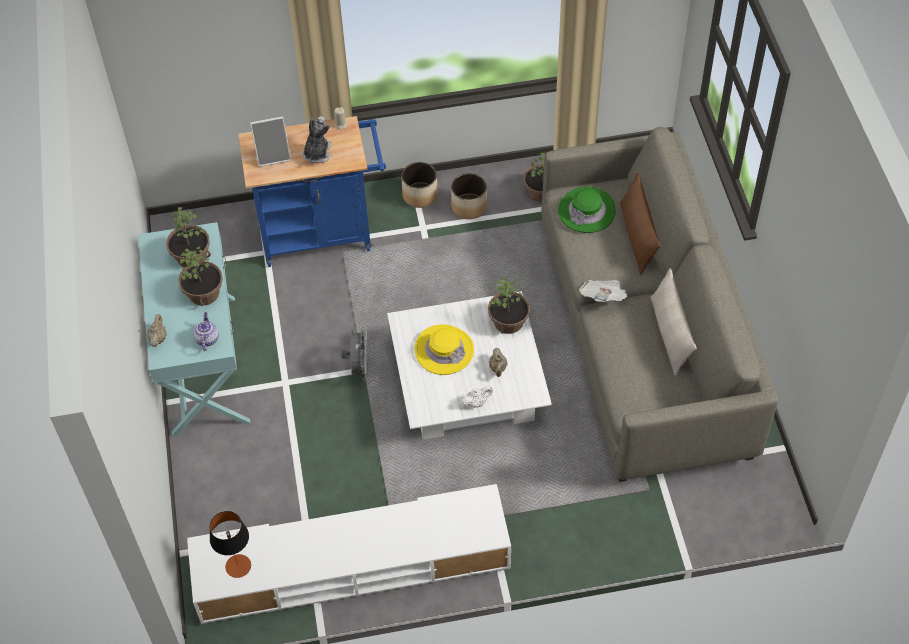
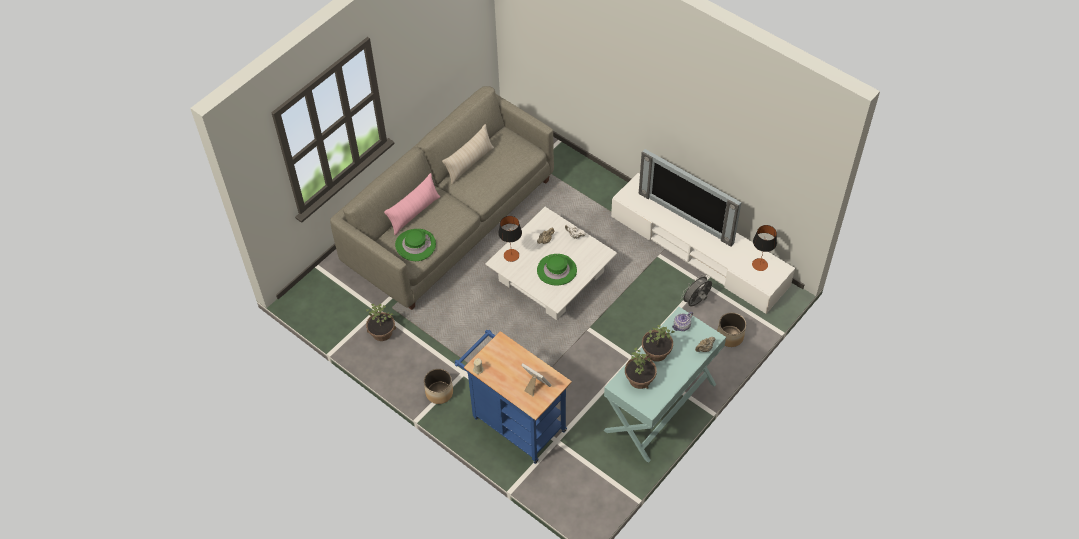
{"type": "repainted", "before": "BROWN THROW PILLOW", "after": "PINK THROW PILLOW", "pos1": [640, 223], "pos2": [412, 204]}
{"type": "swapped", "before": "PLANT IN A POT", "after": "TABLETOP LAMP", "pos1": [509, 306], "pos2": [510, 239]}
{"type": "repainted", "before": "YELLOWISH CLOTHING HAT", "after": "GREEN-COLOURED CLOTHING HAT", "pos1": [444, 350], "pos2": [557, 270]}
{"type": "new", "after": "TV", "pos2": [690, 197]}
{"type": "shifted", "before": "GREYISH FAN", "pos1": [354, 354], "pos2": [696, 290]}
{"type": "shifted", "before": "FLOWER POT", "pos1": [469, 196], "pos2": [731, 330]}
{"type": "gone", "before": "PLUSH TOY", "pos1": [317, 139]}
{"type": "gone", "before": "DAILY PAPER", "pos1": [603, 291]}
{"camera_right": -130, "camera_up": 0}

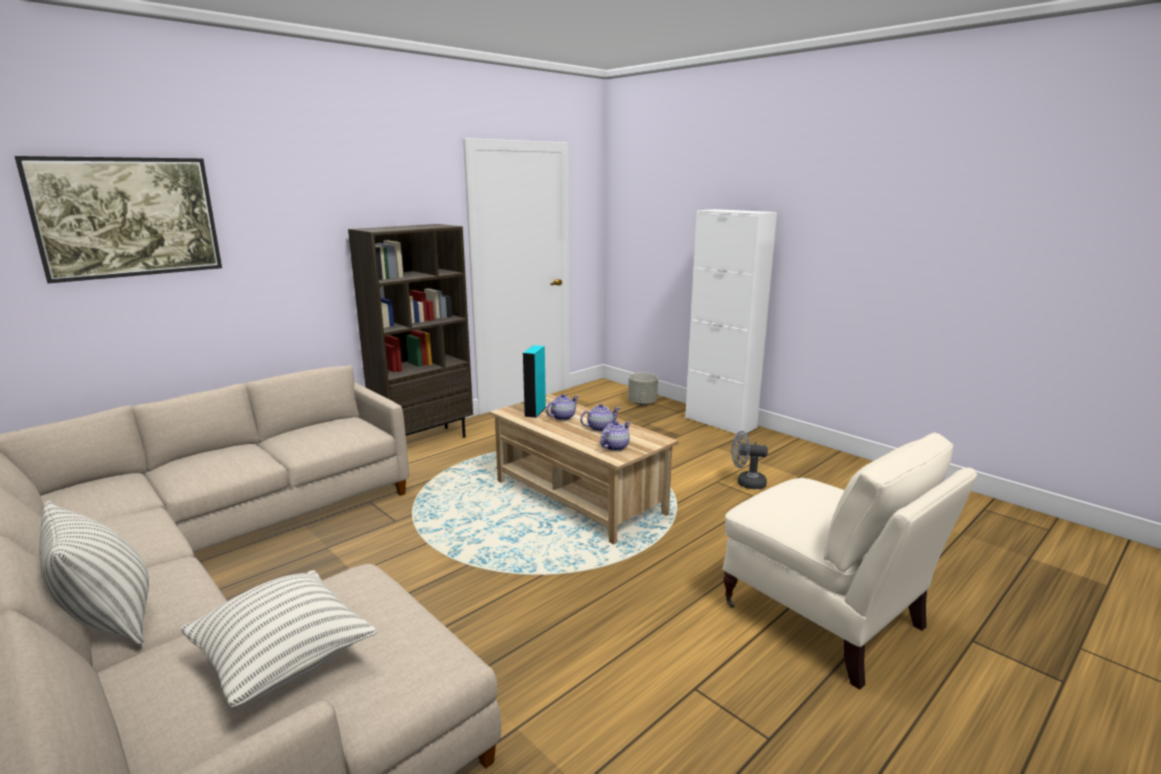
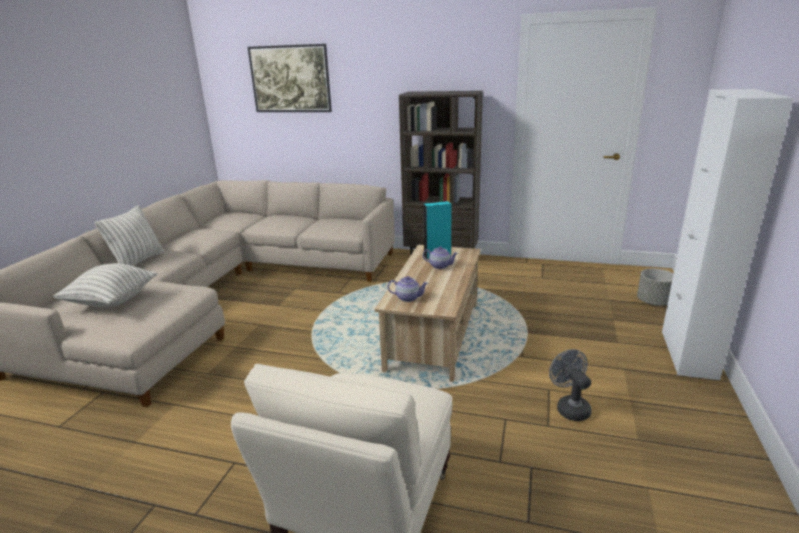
{"type": "gone", "before": "TEA POT", "pos1": [600, 418]}
{"camera_right": 60, "camera_up": 5}

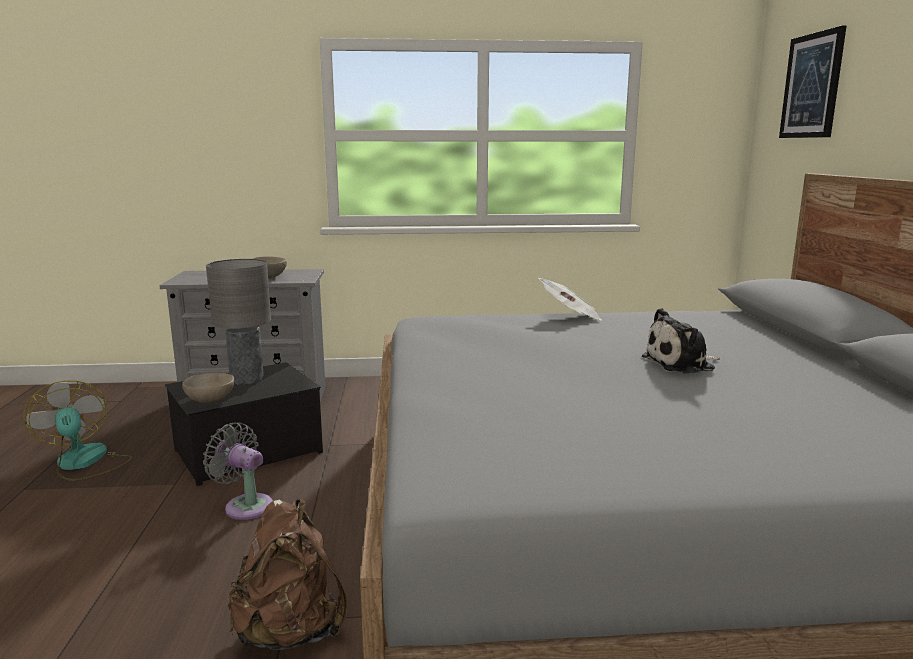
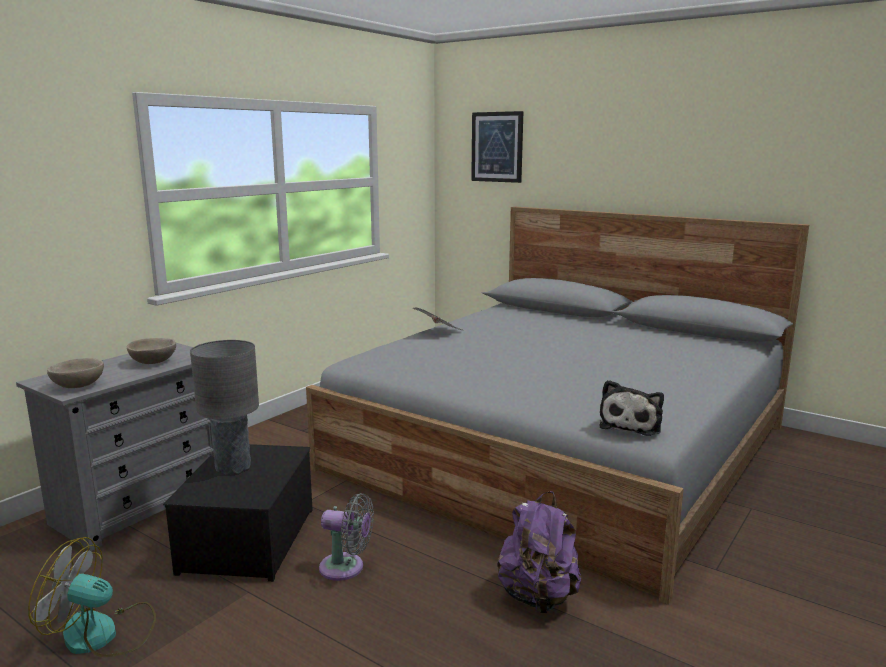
{"type": "shifted", "before": "BEIGE-COLOURED BOWL", "pos1": [208, 388], "pos2": [75, 373]}
{"type": "rotated", "before": "GREYISH FAN", "pos1": [238, 471], "pos2": [346, 537], "turn": -150}
{"type": "repainted", "before": "BROWN BACKPACK", "after": "PURPLE-COLOURED BACKPACK", "pos1": [287, 574], "pos2": [539, 552]}
{"type": "shifted", "before": "PLUSH TOY", "pos1": [681, 341], "pos2": [632, 408]}
{"camera_right": -50, "camera_up": 0}

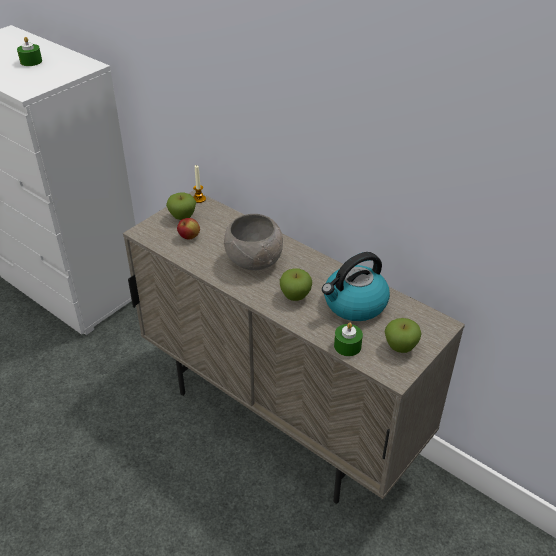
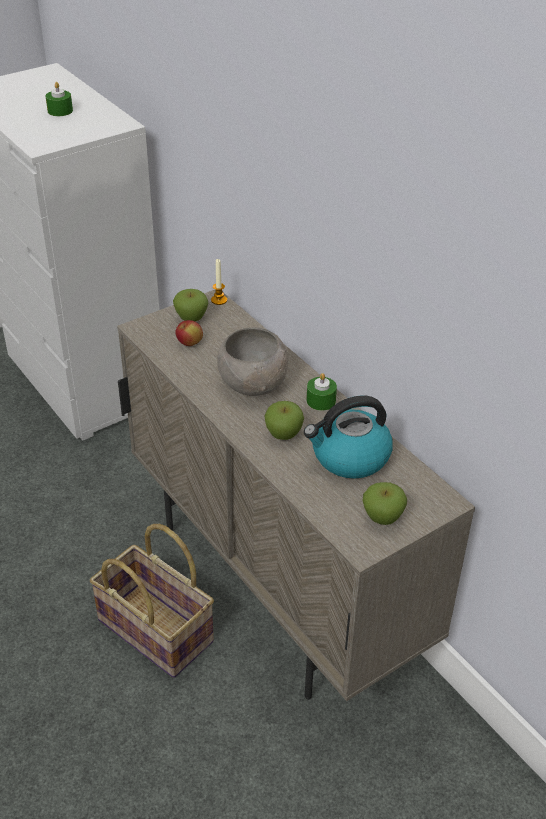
{"type": "new", "after": "HOUSEHOLD BASKET", "pos2": [152, 601]}
{"type": "shifted", "before": "GREEN-COLOURED CANDLE", "pos1": [348, 339], "pos2": [322, 392]}
{"camera_right": 15, "camera_up": 0}

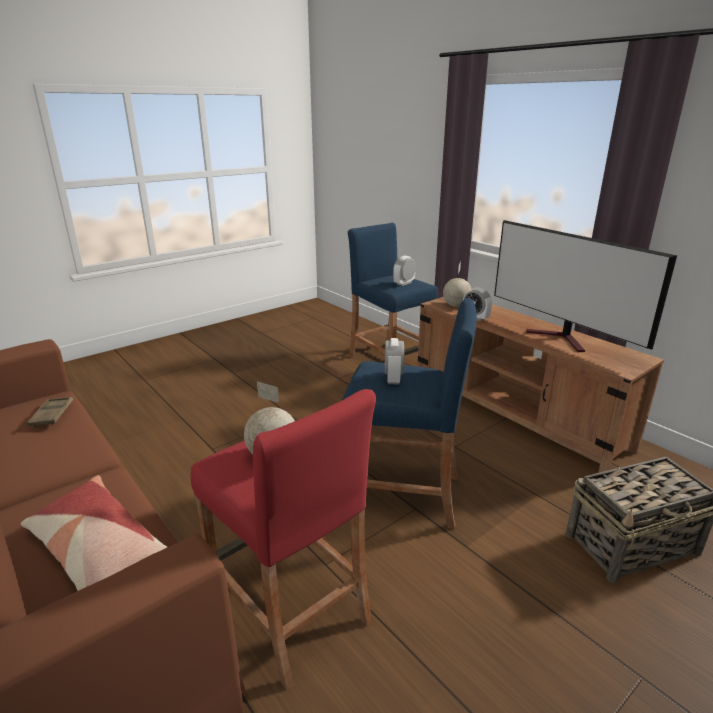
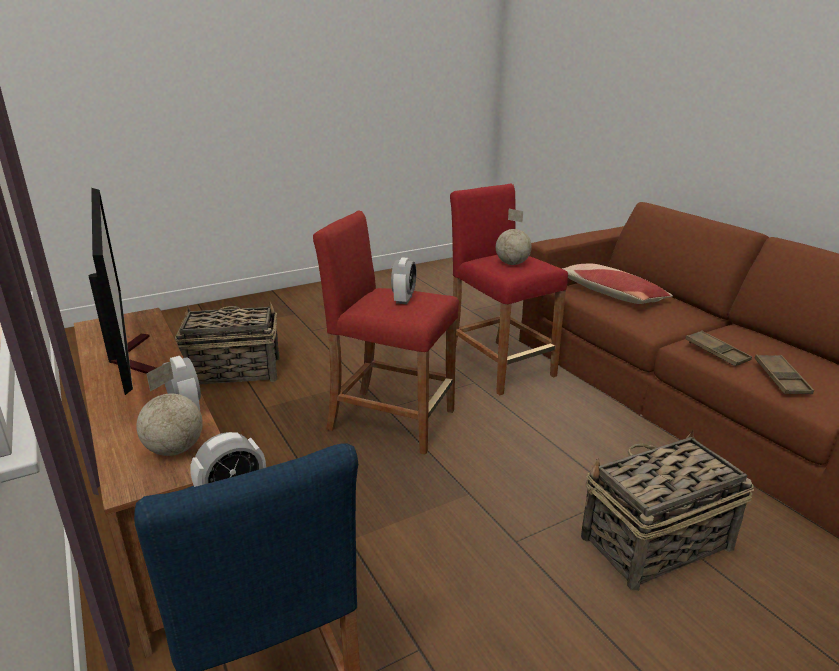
{"type": "repainted", "before": "BLUISH STOOL", "after": "RED STOOL", "pos1": [409, 413], "pos2": [386, 332]}
{"type": "new", "after": "HOUSEHOLD BASKET", "pos2": [667, 510]}
{"type": "new", "after": "BROWN SERVING TRAY", "pos2": [719, 348]}
{"camera_right": -170, "camera_up": 0}

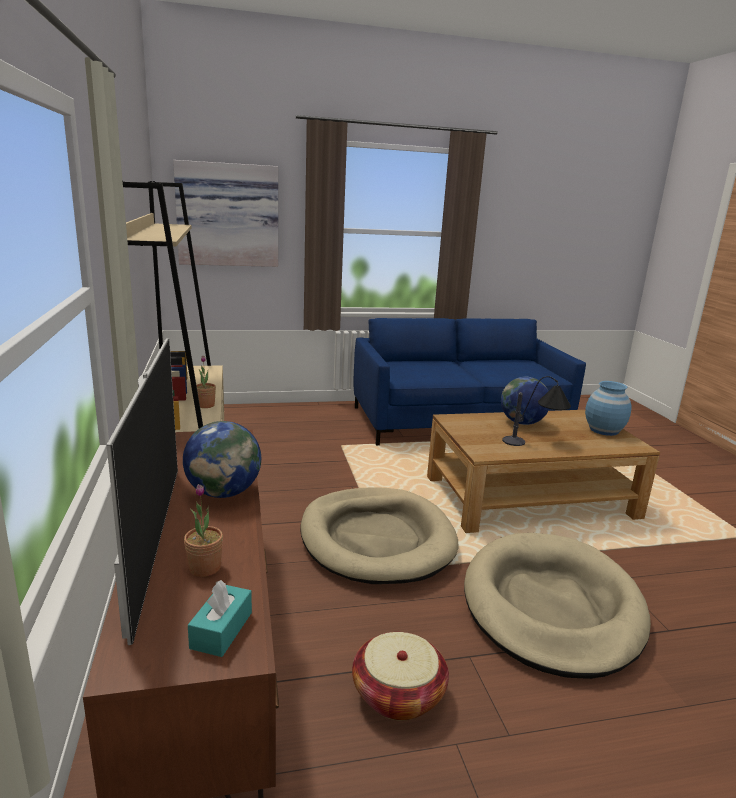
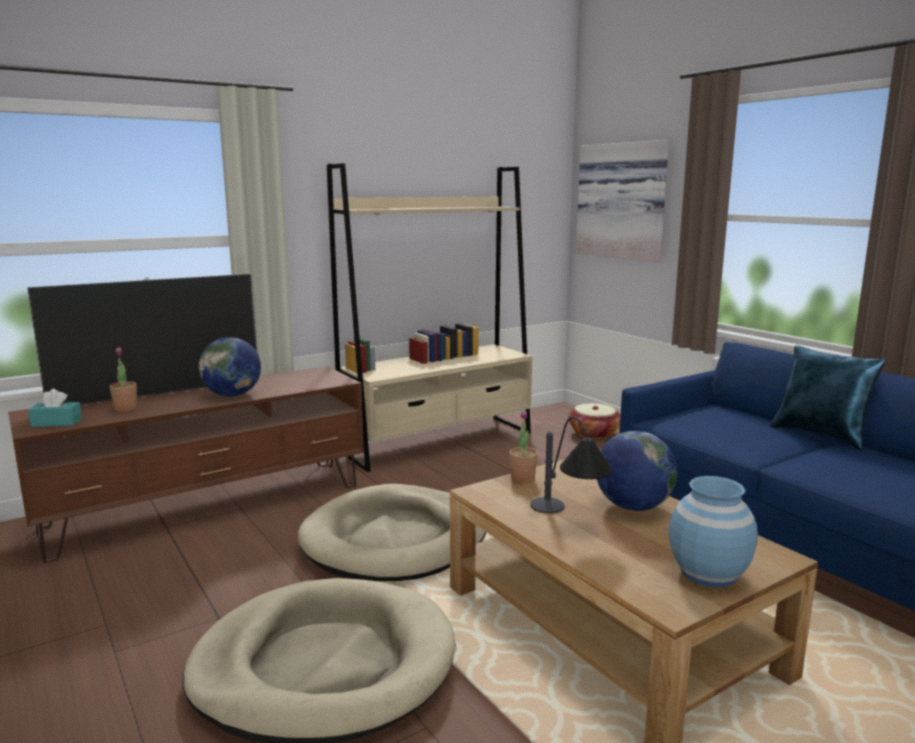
{"type": "shifted", "before": "PLANT IN A POT", "pos1": [206, 382], "pos2": [523, 446]}
{"type": "shifted", "before": "HOUSEHOLD BASKET", "pos1": [400, 676], "pos2": [594, 421]}
{"type": "new", "after": "BLUISH THROW PILLOW", "pos2": [828, 397]}
{"camera_right": 70, "camera_up": -5}

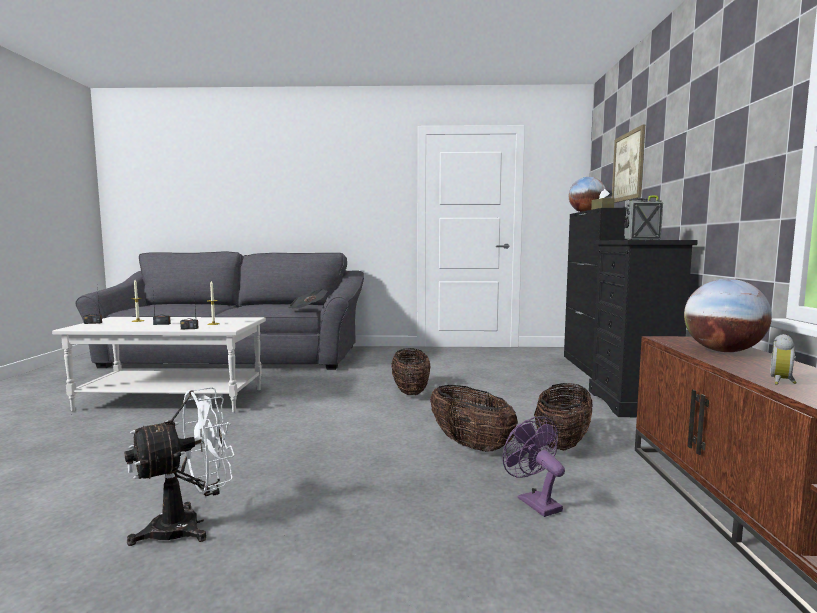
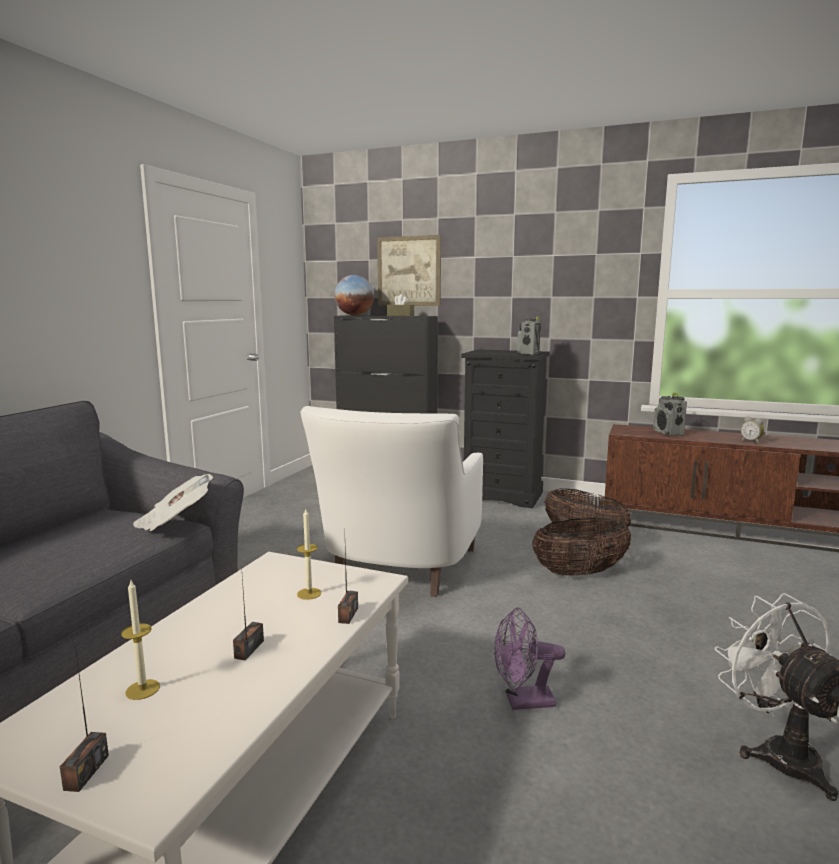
{"type": "swapped", "before": "HOUSEHOLD BASKET", "after": "WHITE ARMCHAIR", "pos1": [410, 371], "pos2": [391, 501]}
{"type": "shifted", "before": "PURPLE-COLOURED FAN", "pos1": [534, 466], "pos2": [529, 659]}
{"type": "swapped", "before": "WORLD GLOBE", "after": "RADIO", "pos1": [728, 315], "pos2": [670, 414]}
{"camera_right": -70, "camera_up": 5}

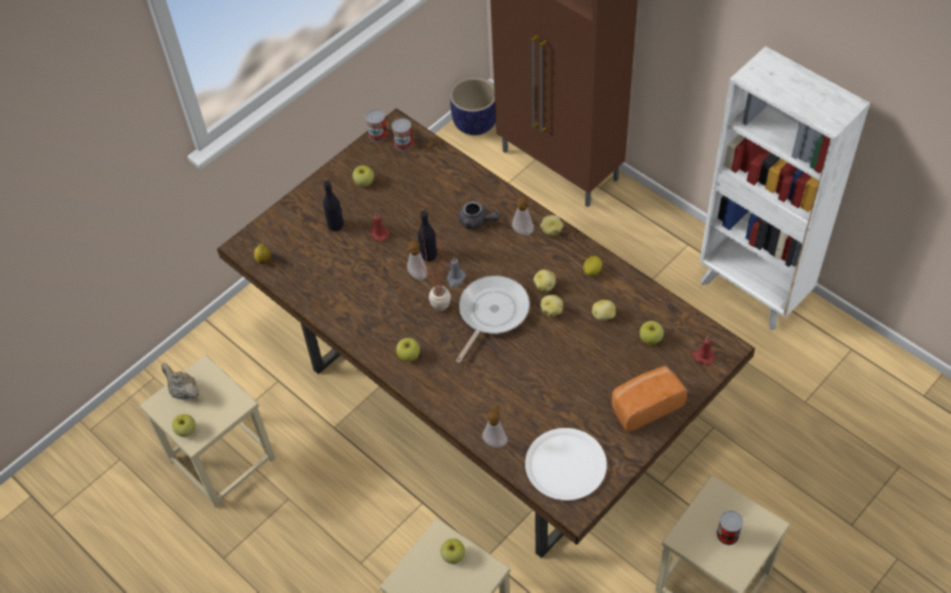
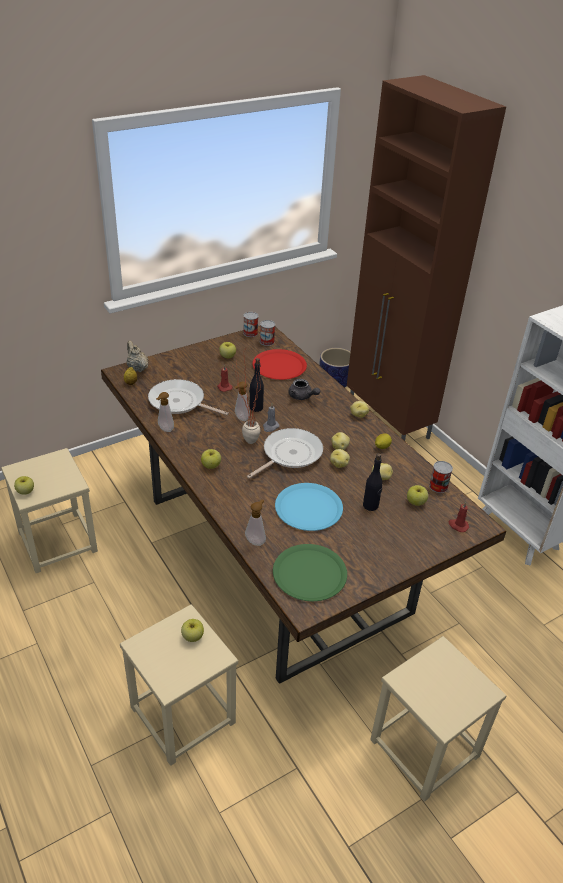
{"type": "shifted", "before": "BEIGE-COLOURED TEA POT", "pos1": [180, 381], "pos2": [137, 356]}
{"type": "new", "after": "SKILLET", "pos2": [188, 397]}
{"type": "shifted", "before": "SOAP DISPENSER", "pos1": [523, 216], "pos2": [165, 412]}
{"type": "new", "after": "RED PLATE", "pos2": [280, 364]}
{"type": "repainted", "before": "WHITE PLATE", "after": "GREEN-COLOURED PLATE", "pos1": [566, 464], "pos2": [310, 572]}
{"type": "new", "after": "BLUISH PLATE", "pos2": [309, 507]}
{"type": "shifted", "before": "BLACK BOTTLE", "pos1": [333, 204], "pos2": [372, 482]}
{"type": "shifted", "before": "SEALED CAN", "pos1": [730, 528], "pos2": [441, 477]}
{"type": "gone", "before": "BAKED BREAD", "pos1": [649, 399]}
{"camera_right": 10, "camera_up": -15}

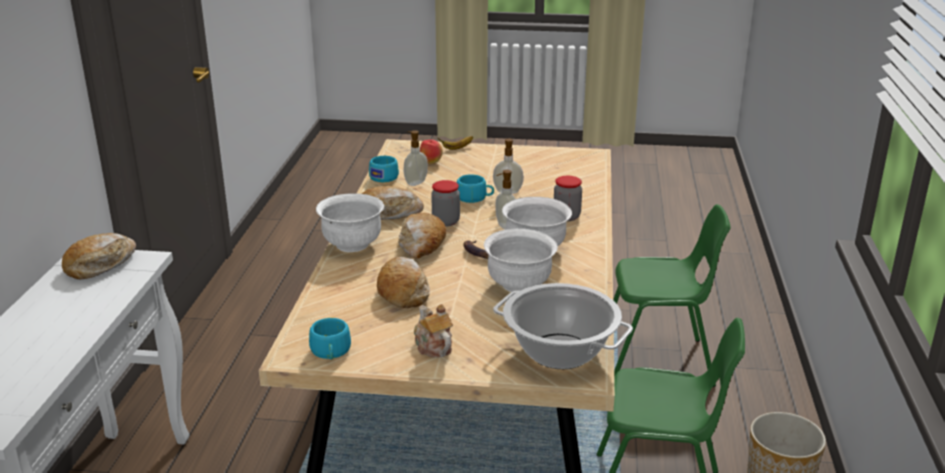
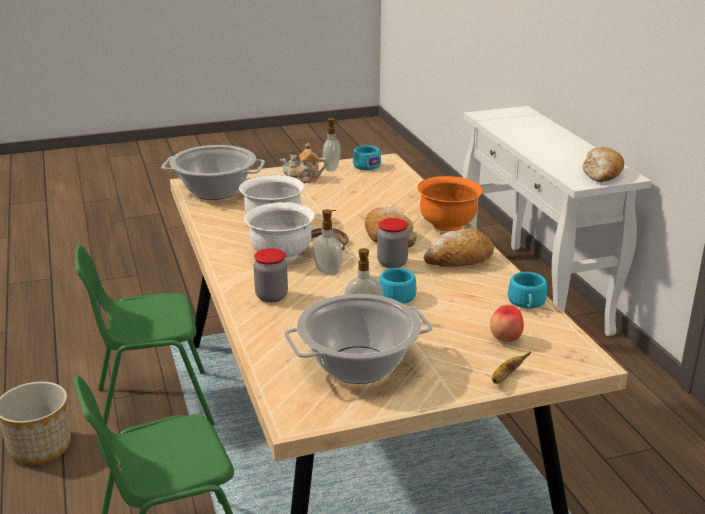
{"type": "rotated", "before": "TEA POT", "pos1": [433, 331], "pos2": [303, 162], "turn": 135}
{"type": "new", "after": "STOCKPOT", "pos2": [358, 339]}
{"type": "shifted", "before": "SOAP DISPENSER", "pos1": [416, 158], "pos2": [332, 144]}
{"type": "repainted", "before": "WHITE BOWL", "after": "ORANGE-COLOURED BOWL", "pos1": [350, 222], "pos2": [450, 203]}
{"type": "gone", "before": "BAKED BREAD", "pos1": [403, 282]}
{"camera_right": 155, "camera_up": 0}

